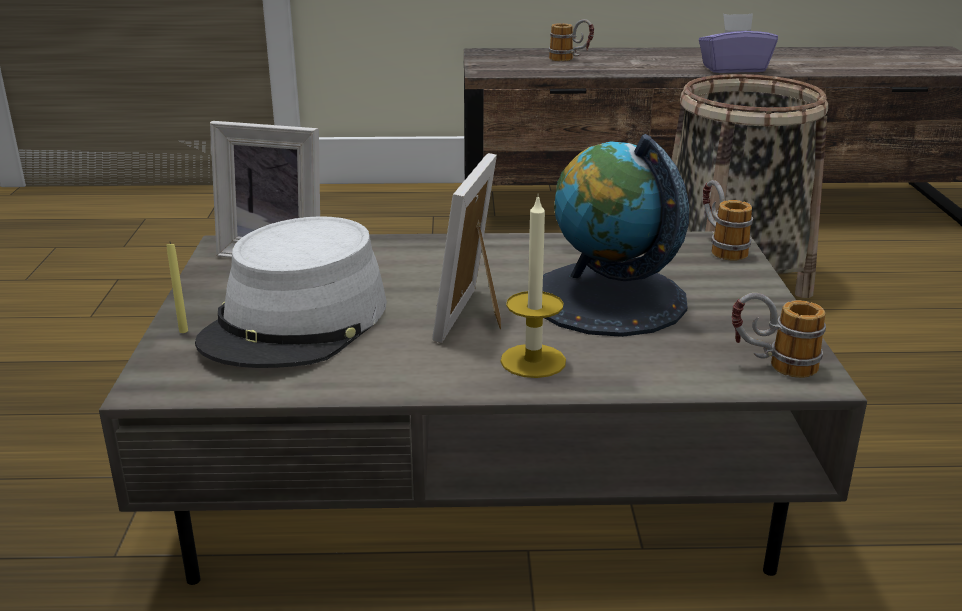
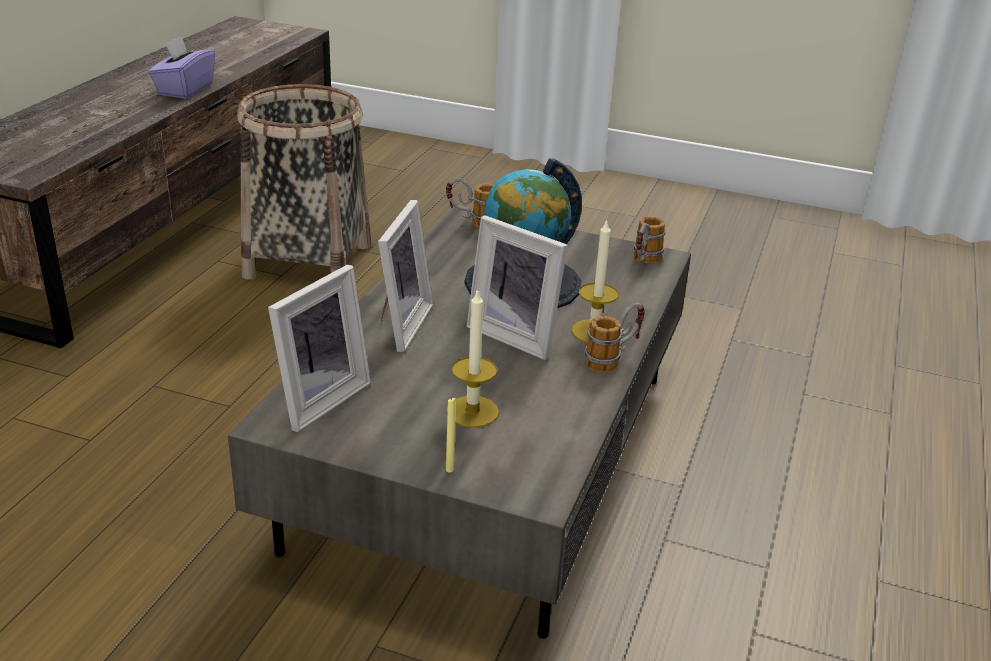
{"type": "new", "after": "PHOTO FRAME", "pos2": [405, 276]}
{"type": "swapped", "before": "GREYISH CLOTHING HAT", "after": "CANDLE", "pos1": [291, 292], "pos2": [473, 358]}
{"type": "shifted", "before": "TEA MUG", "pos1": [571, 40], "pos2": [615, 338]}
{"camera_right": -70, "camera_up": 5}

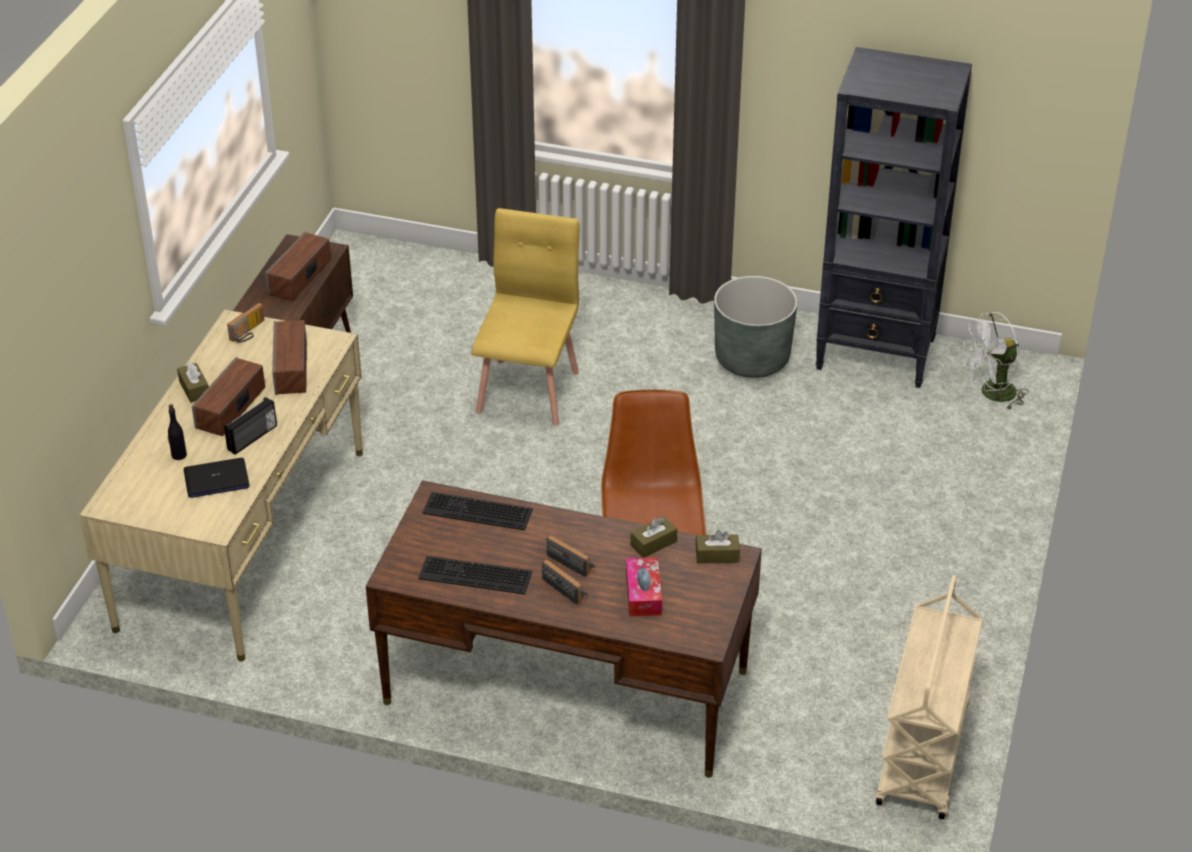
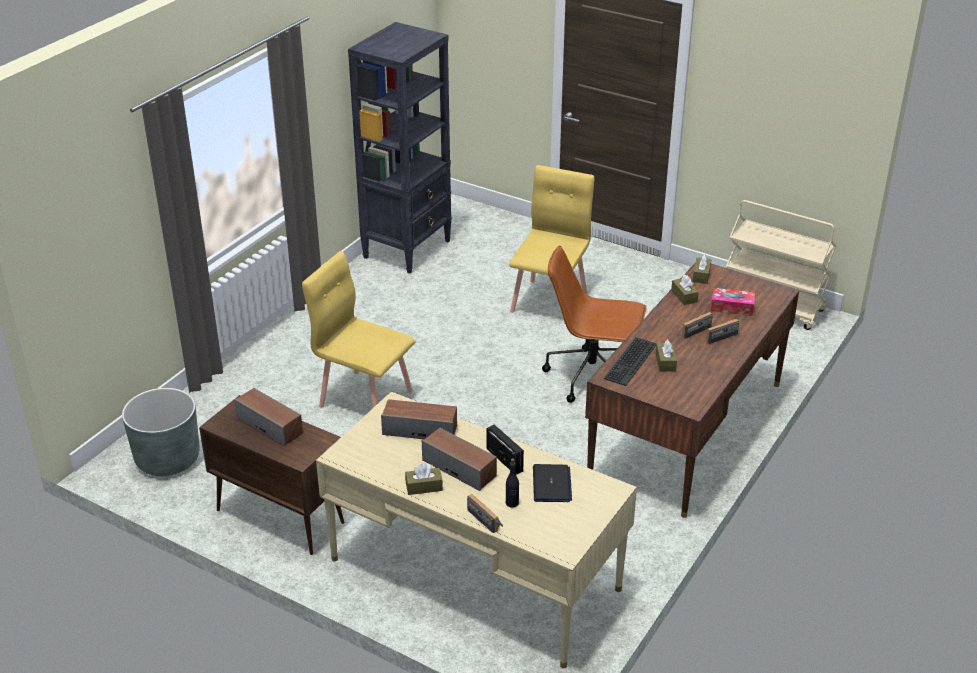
{"type": "shifted", "before": "GREYISH FLOWER POT", "pos1": [755, 327], "pos2": [161, 432]}
{"type": "shifted", "before": "RADIO", "pos1": [246, 322], "pos2": [485, 513]}
{"type": "new", "after": "YELLOWISH UPRIGHT CHAIR", "pos2": [551, 244]}
{"type": "new", "after": "BROWN BOX OF TISSUES", "pos2": [666, 356]}
{"type": "gone", "before": "COMPUTER KEYBOARD", "pos1": [475, 575]}
{"type": "gone", "before": "WHITE FAN", "pos1": [996, 361]}
{"camera_right": -75, "camera_up": -5}

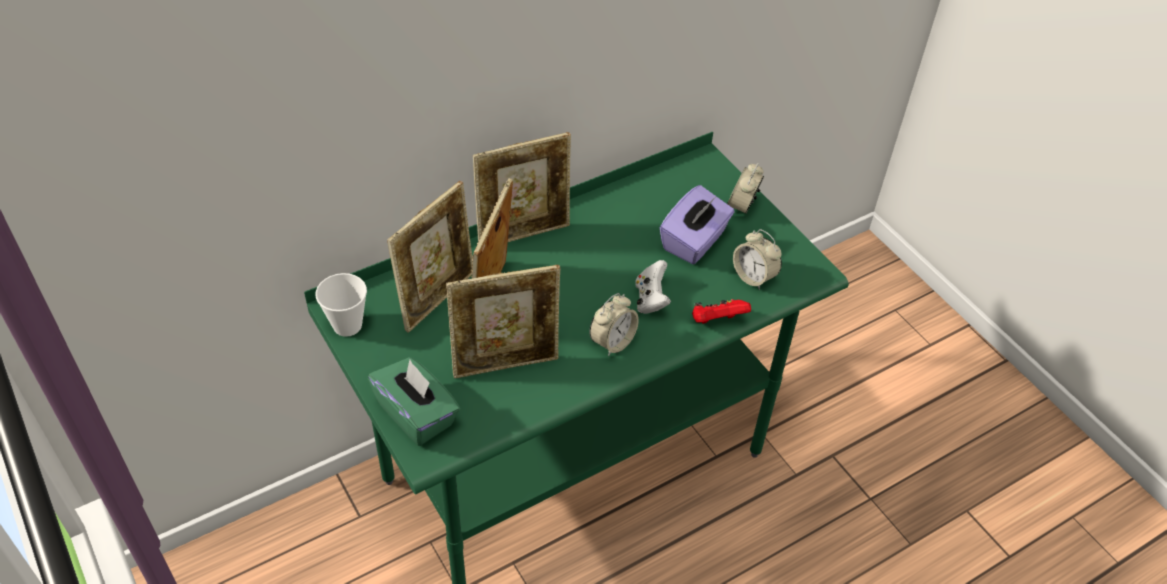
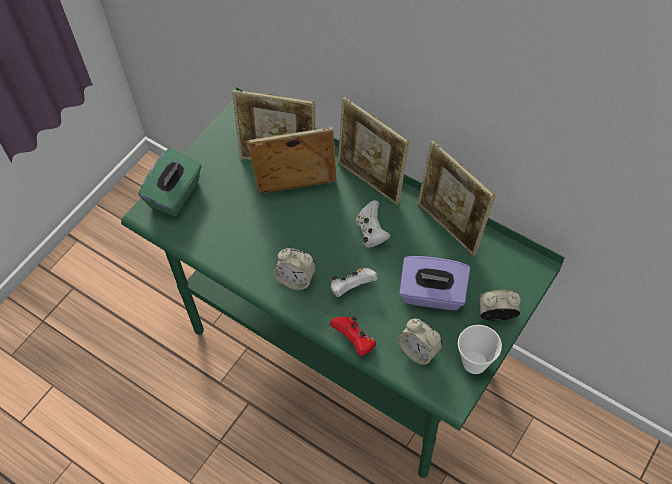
{"type": "new", "after": "WHITE GAMEPAD", "pos2": [373, 224]}
{"type": "rotated", "before": "ALARM CLOCK", "pos1": [757, 259], "pos2": [420, 342], "turn": -75}
{"type": "shifted", "before": "PHOTO FRAME", "pos1": [503, 322], "pos2": [457, 198]}
{"type": "shifted", "before": "SMALL CUP", "pos1": [341, 305], "pos2": [480, 349]}
{"camera_right": 70, "camera_up": 10}

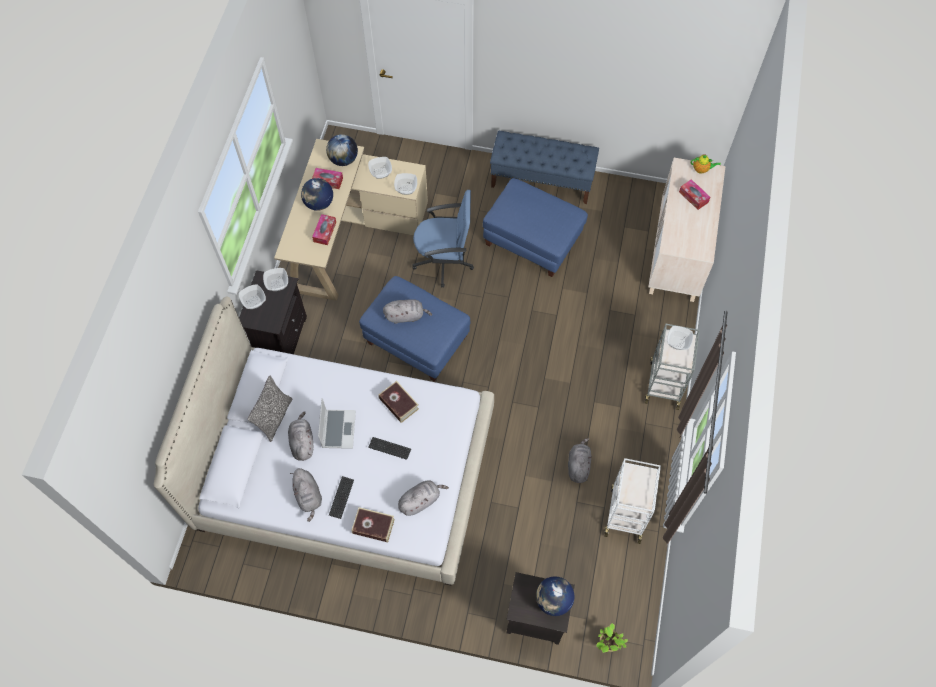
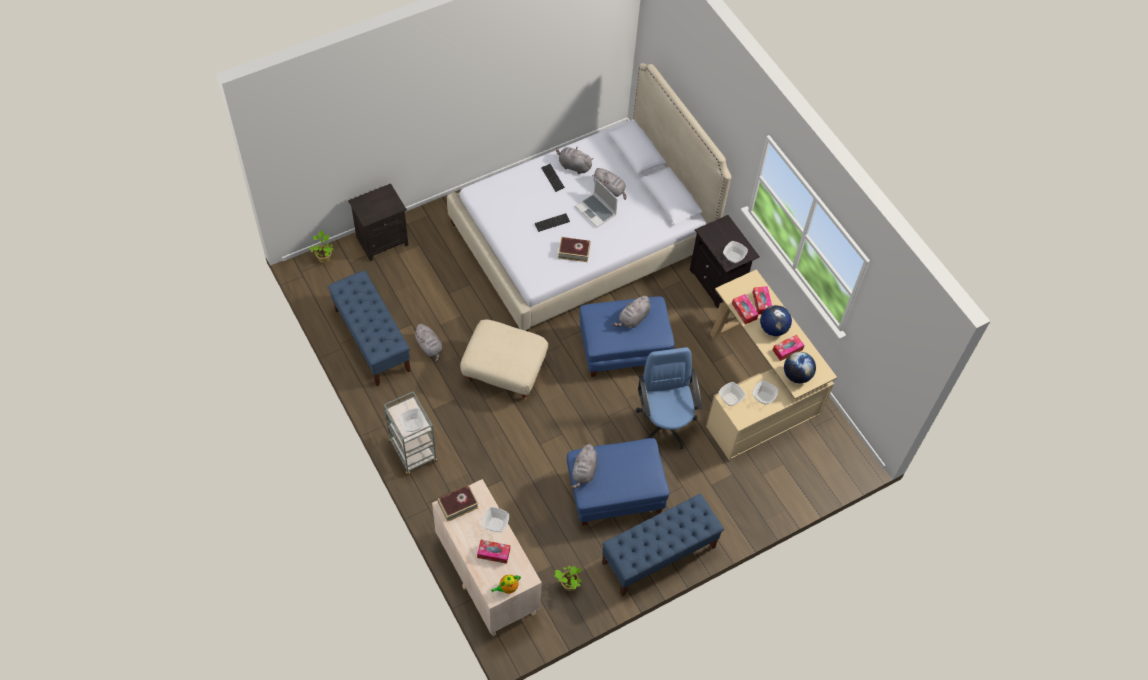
{"type": "swapped", "before": "WHITE WHEELED CART", "after": "BLUISH INDOOR BENCH", "pos1": [632, 501], "pos2": [369, 328]}
{"type": "shifted", "before": "BOUND BOOK", "pos1": [373, 524], "pos2": [458, 503]}
{"type": "new", "after": "BEIGE-COLOURED POUFFE", "pos2": [504, 359]}
{"type": "shifted", "before": "BOWL", "pos1": [252, 296], "pos2": [495, 519]}
{"type": "new", "after": "PLANT IN A POT", "pos2": [568, 578]}
{"type": "shifted", "before": "GREYISH PLUSH TOY", "pos1": [423, 498], "pos2": [584, 466]}
{"type": "rotated", "before": "BLUISH OFFICE CHAIR", "pos1": [443, 239], "pos2": [668, 398], "turn": 120}
{"type": "new", "after": "BOX OF TISSUES", "pos2": [762, 300]}
{"type": "gone", "before": "THROW PILLOW", "pos1": [270, 409]}
{"type": "gone", "before": "WORLD GLOBE", "pos1": [555, 596]}
{"camera_right": 135, "camera_up": -5}

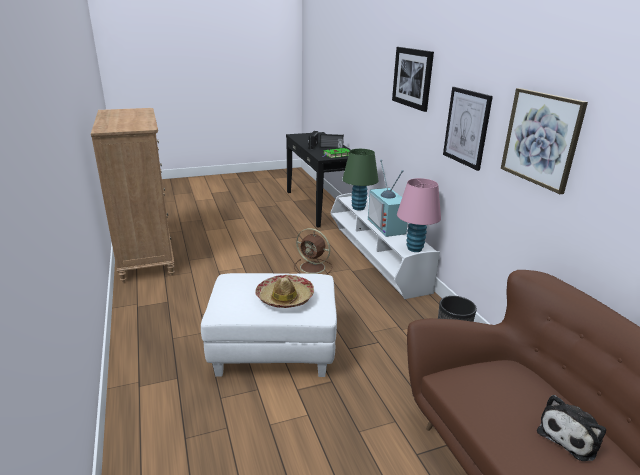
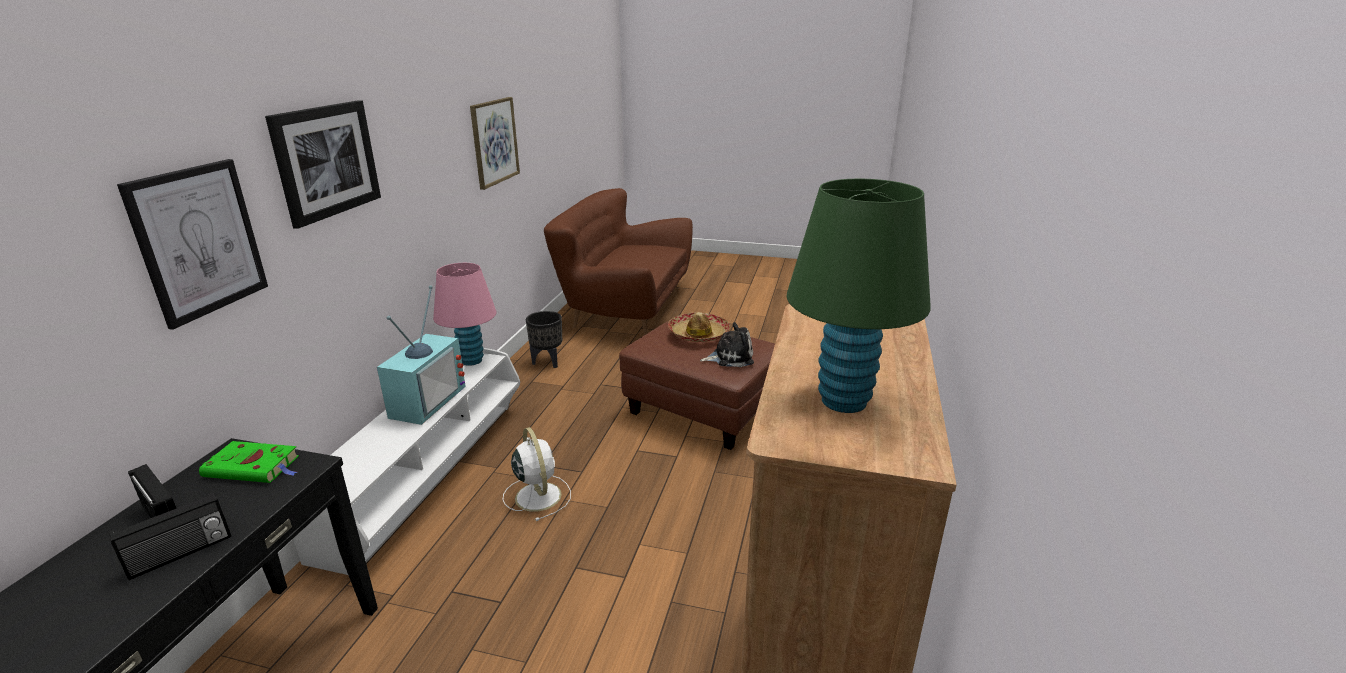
{"type": "shifted", "before": "WALL PICTURE", "pos1": [468, 129], "pos2": [192, 244]}
{"type": "repainted", "before": "BROWN FAN", "after": "WHITE FAN", "pos1": [313, 251], "pos2": [537, 474]}
{"type": "repainted", "before": "WHITE POUFFE", "after": "BROWN POUFFE", "pos1": [269, 325], "pos2": [697, 385]}
{"type": "shifted", "before": "PLUSH TOY", "pos1": [571, 428], "pos2": [727, 344]}
{"type": "shifted", "before": "GREEN-COLOURED TABLETOP LAMP", "pos1": [360, 180], "pos2": [859, 296]}
{"camera_right": -145, "camera_up": 0}

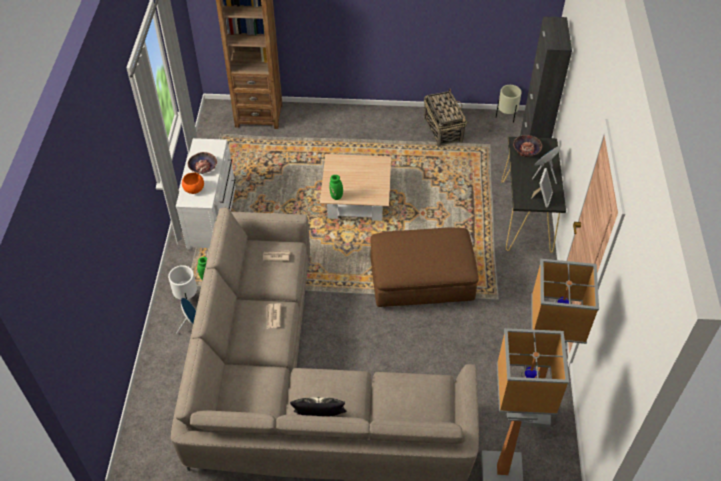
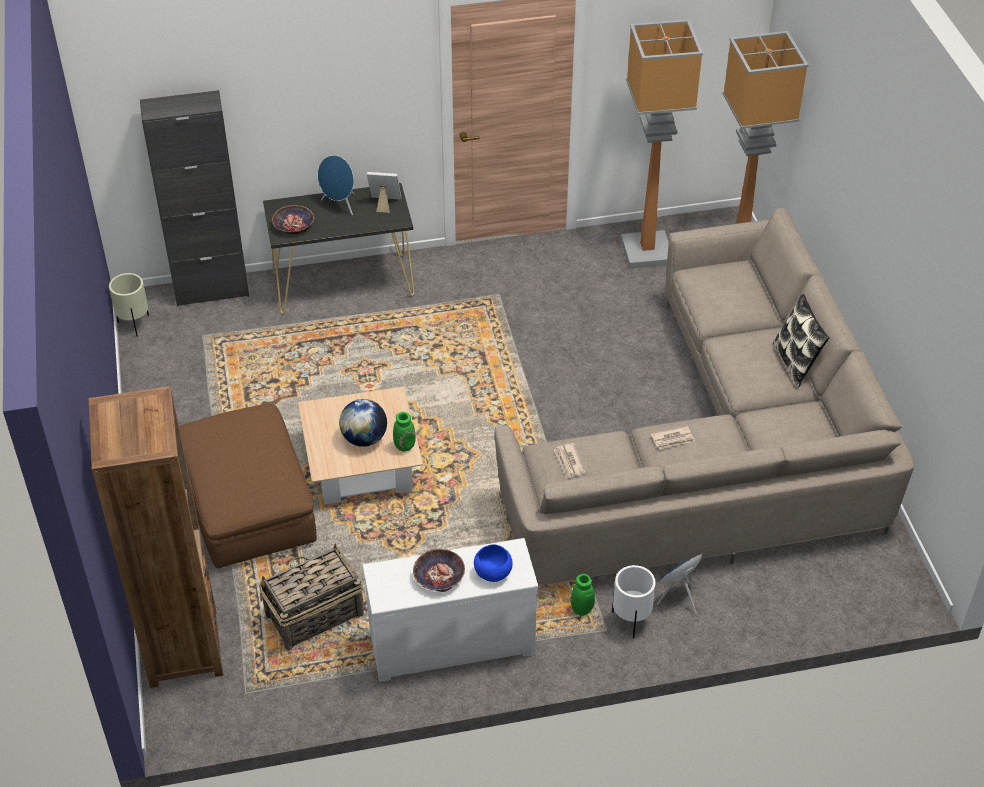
{"type": "shifted", "before": "BROWN POUFFE", "pos1": [424, 267], "pos2": [248, 485]}
{"type": "shifted", "before": "HOUSEHOLD BASKET", "pos1": [445, 118], "pos2": [311, 597]}
{"type": "new", "after": "WORLD GLOBE", "pos2": [363, 423]}
{"type": "repainted", "before": "ORANGE-COLOURED BOWL", "after": "BLUISH BOWL", "pos1": [193, 183], "pos2": [493, 563]}
{"camera_right": -105, "camera_up": -5}

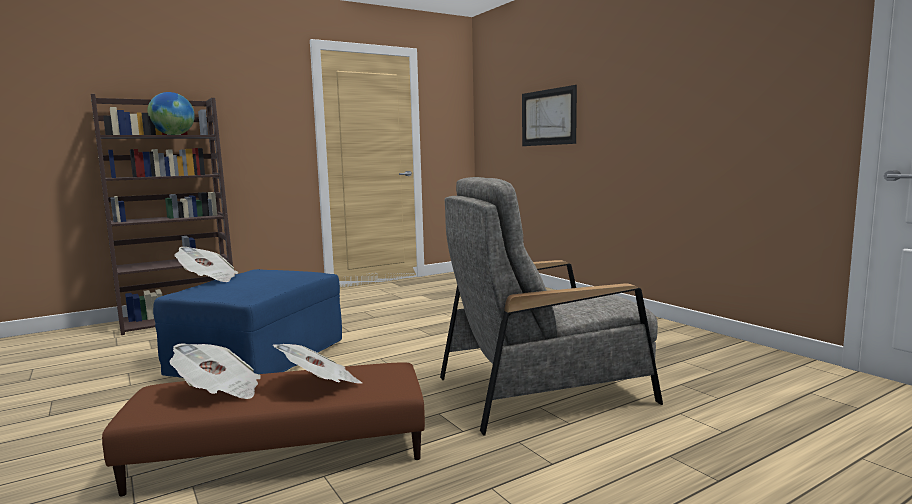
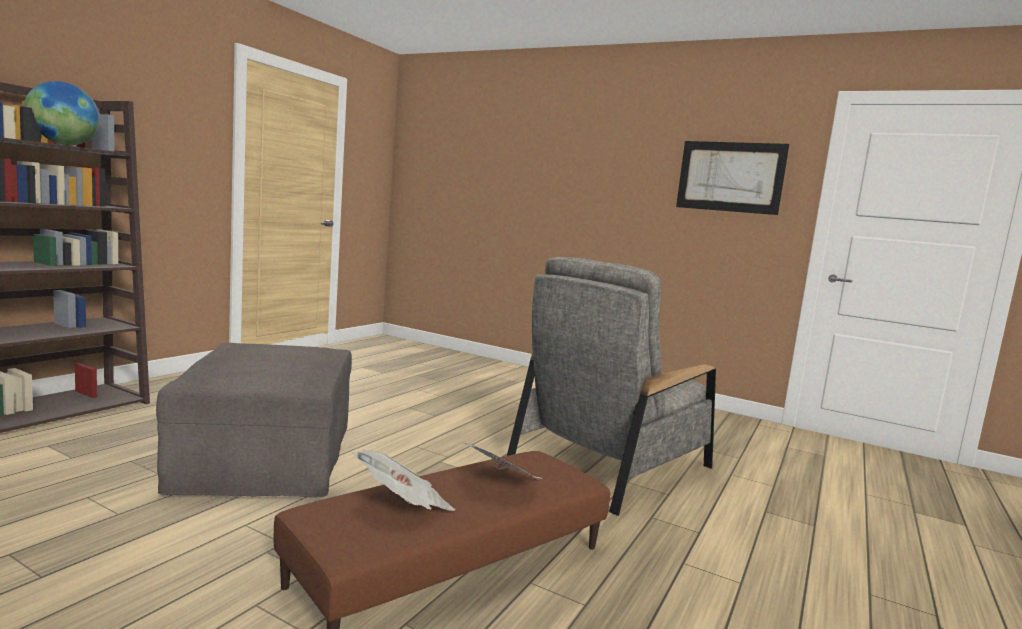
{"type": "repainted", "before": "BLUISH POUFFE", "after": "GREYISH POUFFE", "pos1": [247, 323], "pos2": [254, 420]}
{"type": "shifted", "before": "WALL PICTURE", "pos1": [549, 115], "pos2": [732, 178]}
{"type": "gone", "before": "DAILY PAPER", "pos1": [206, 264]}
{"camera_right": -30, "camera_up": 0}

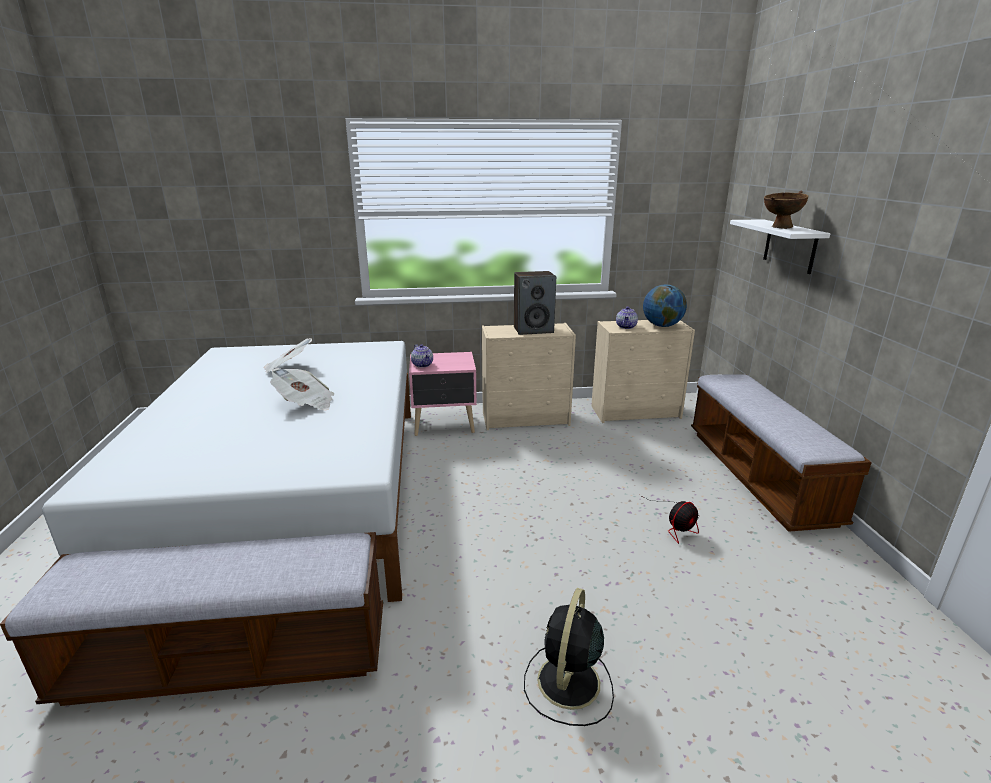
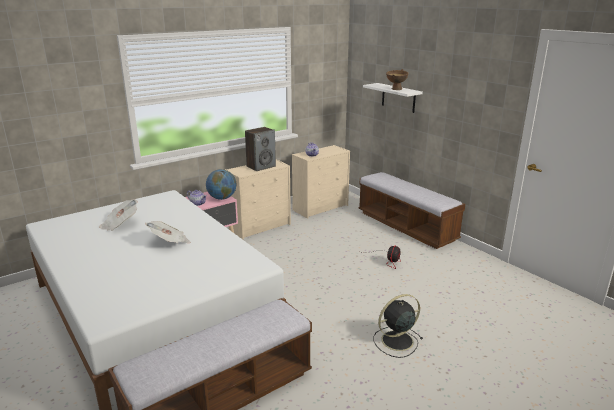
{"type": "shifted", "before": "WORLD GLOBE", "pos1": [665, 305], "pos2": [221, 184]}
{"type": "rotated", "before": "BLACK FAN", "pos1": [569, 657], "pos2": [398, 326], "turn": 75}
{"camera_right": -30, "camera_up": 0}

